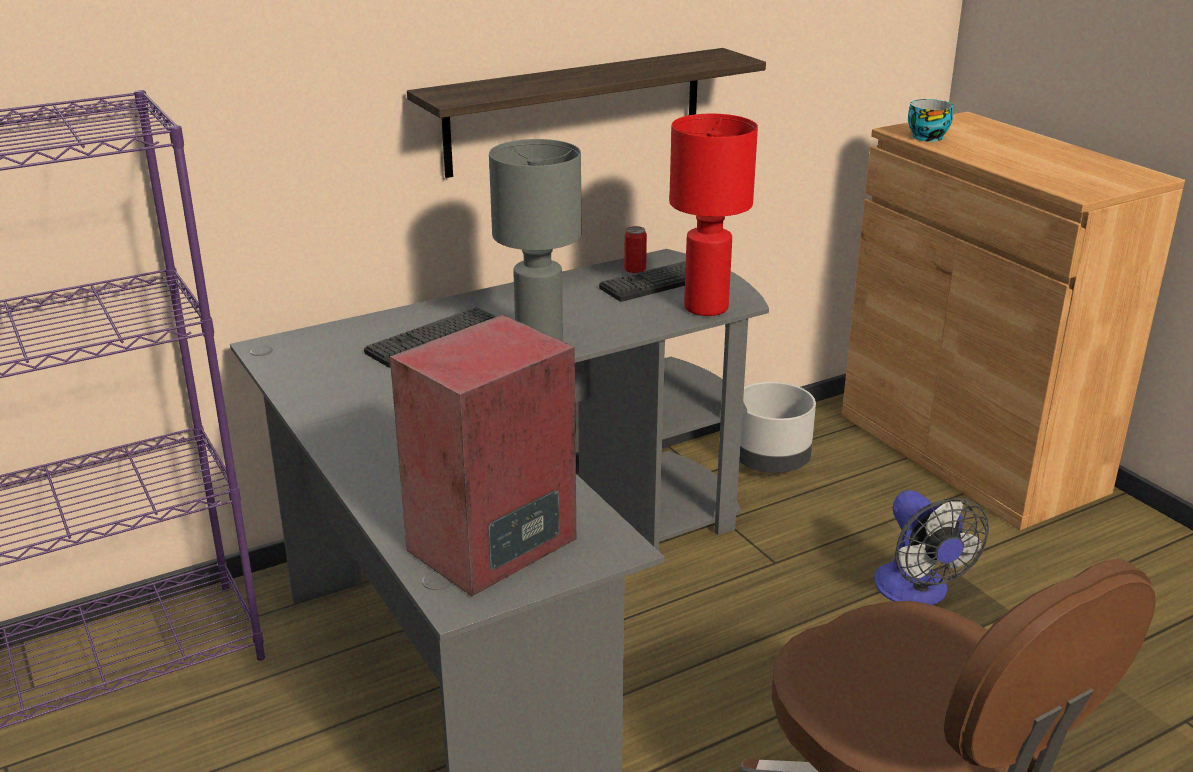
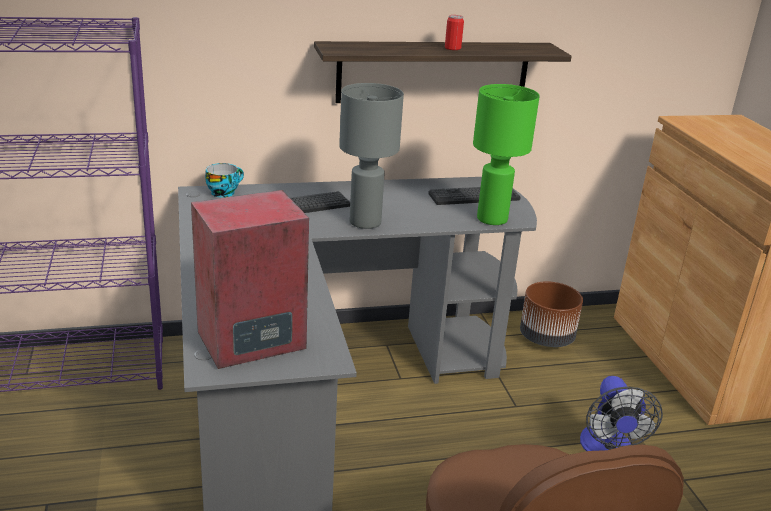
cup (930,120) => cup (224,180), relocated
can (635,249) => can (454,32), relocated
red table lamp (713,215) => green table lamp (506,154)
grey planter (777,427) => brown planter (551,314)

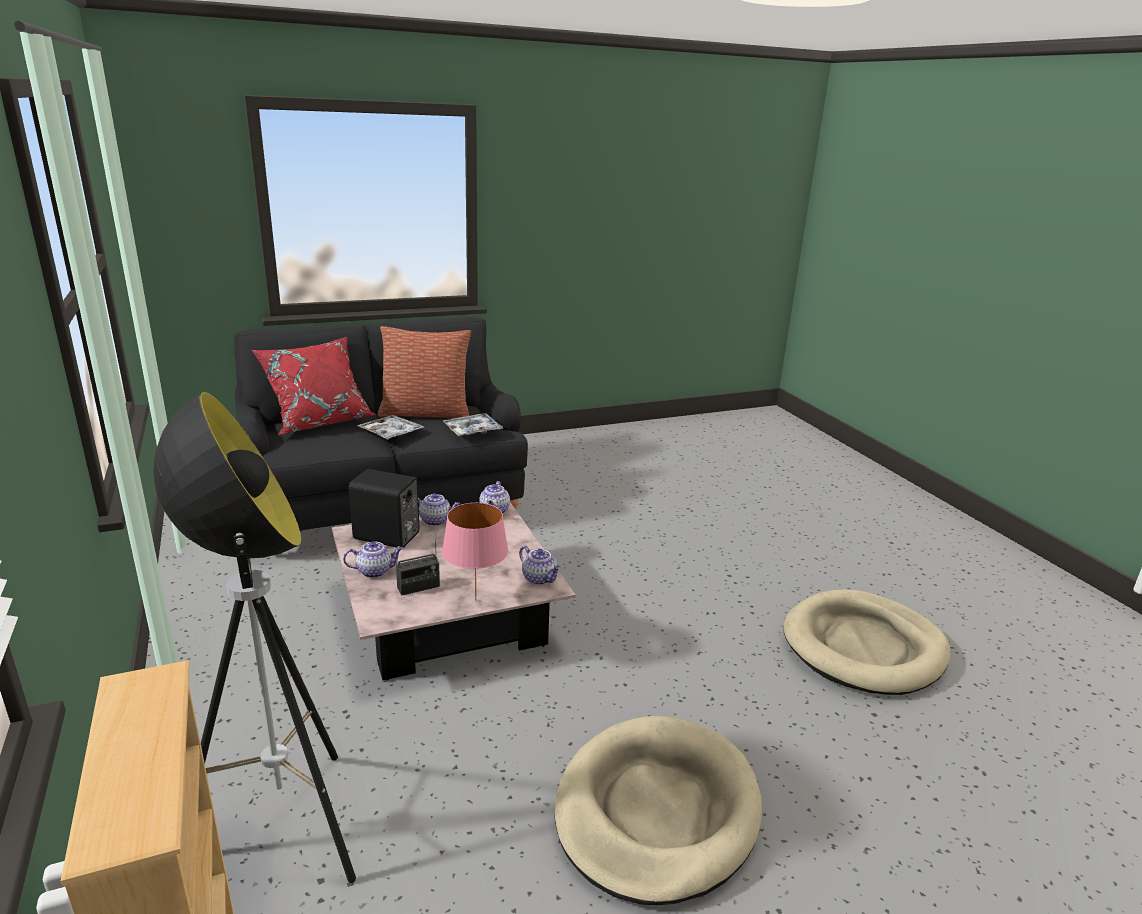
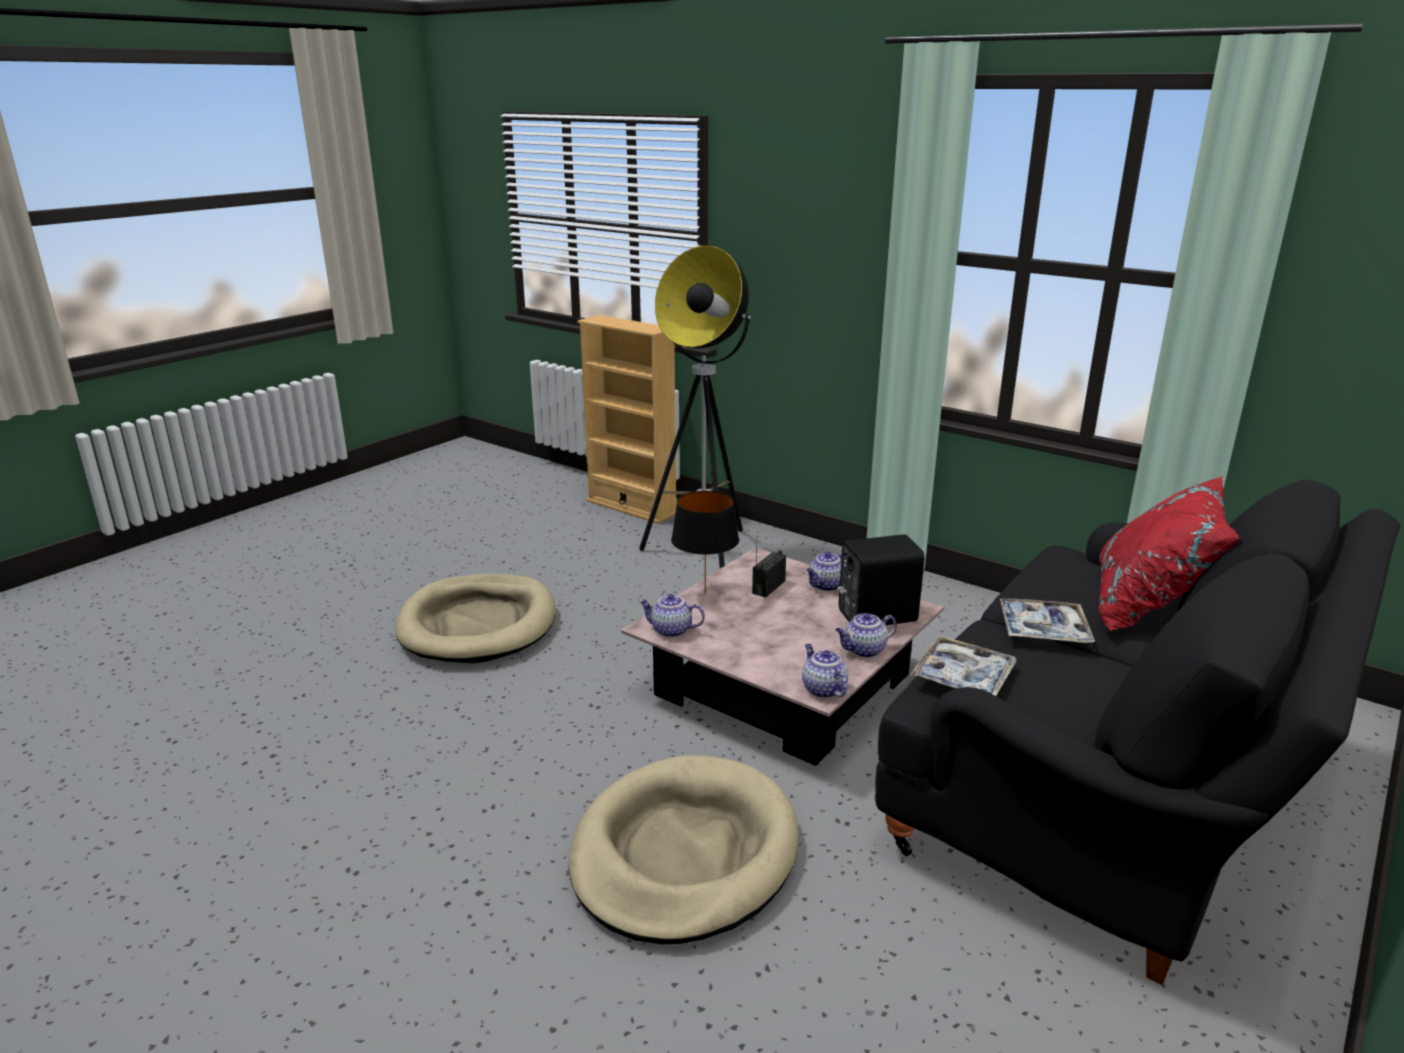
beige dog bed (866,642) => beige dog bed (684,849), relocated
pink table lamp (475,552) => black table lamp (705,542)
pillow (424,372) => nothing

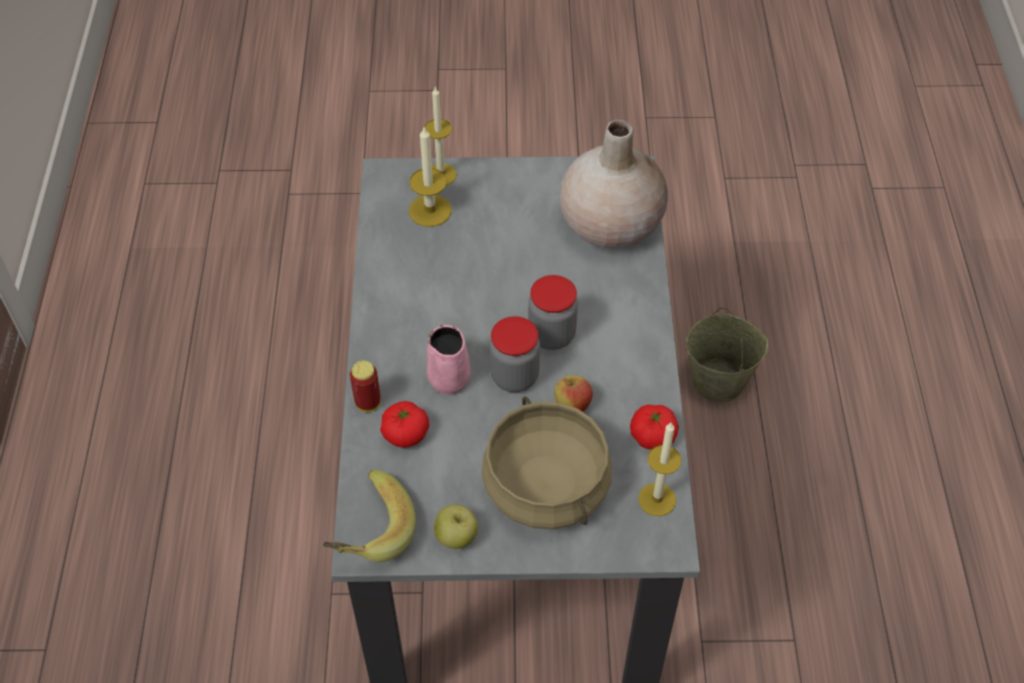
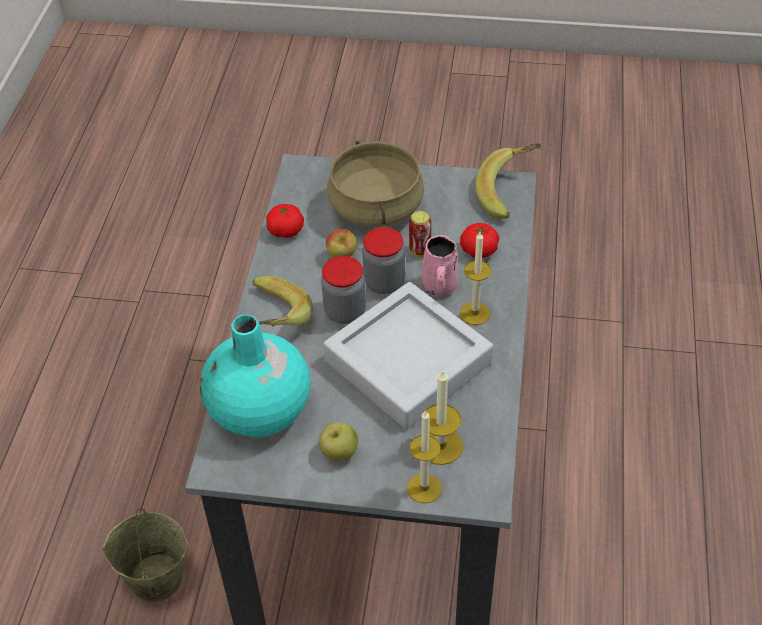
beige vase (613,184) => turquoise vase (255,375)
nothing => banana (283,301)
apple (456,526) => apple (338,441), relocated
nothing => grey tray (408,355)
can (365,386) => can (420,234), relocated
candle (659,469) => candle (475,278), relocated

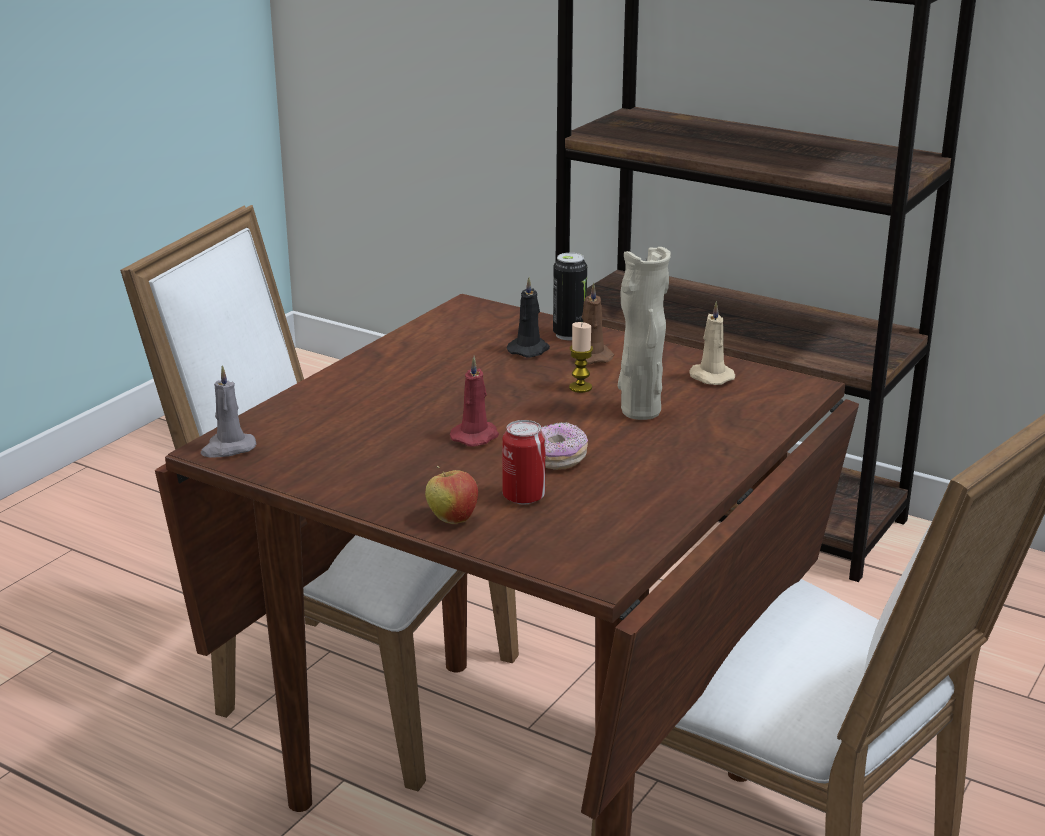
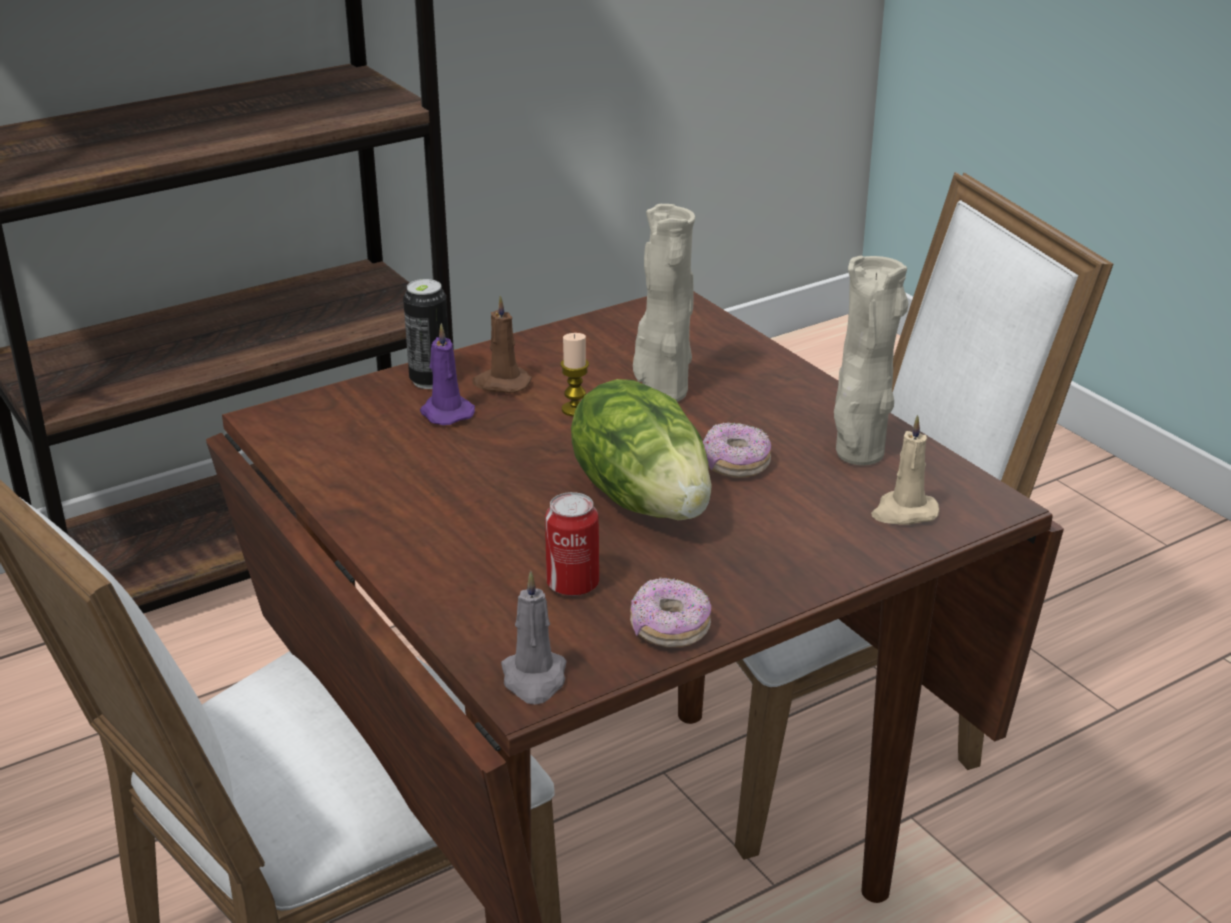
black candle (528,317) => purple candle (447,374)
can (523,462) => can (572,544), relocated
red candle (474,401) => lettuce (641,450)
nothing => donut (670,612)
nothing => beige vase (871,360)
beige candle (712,343) => beige candle (905,470), relocated
apple (451,495) => nothing

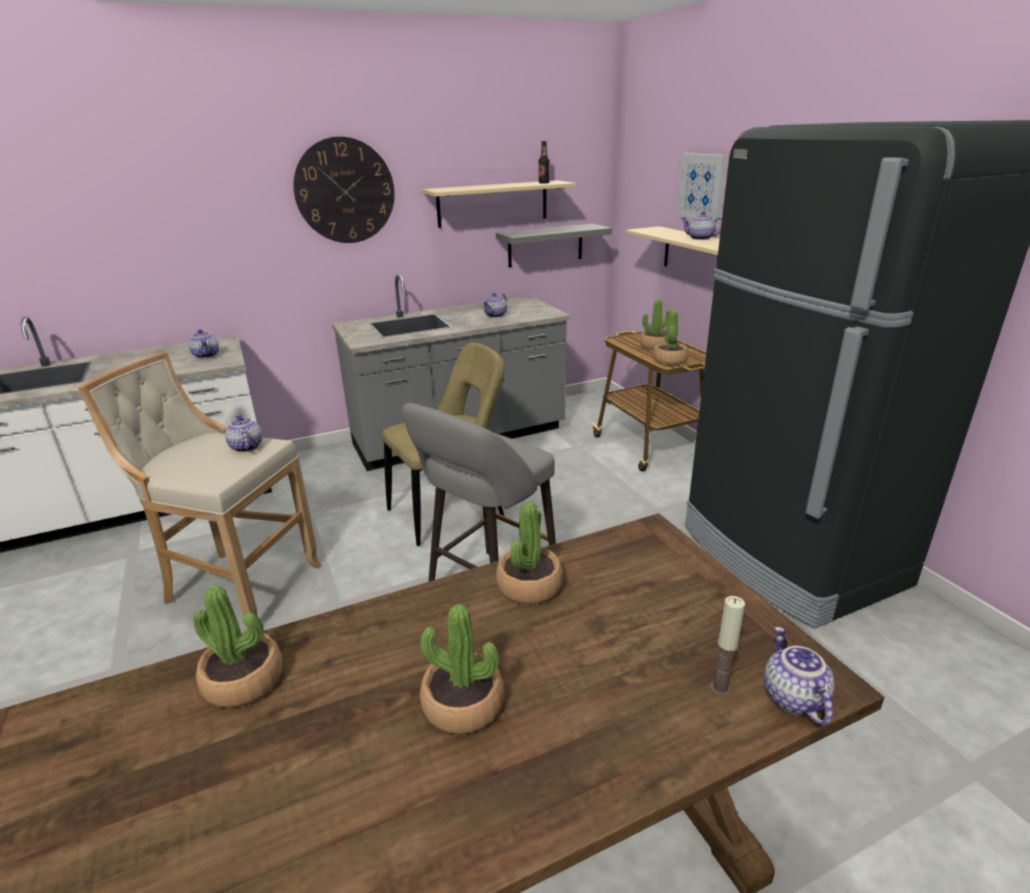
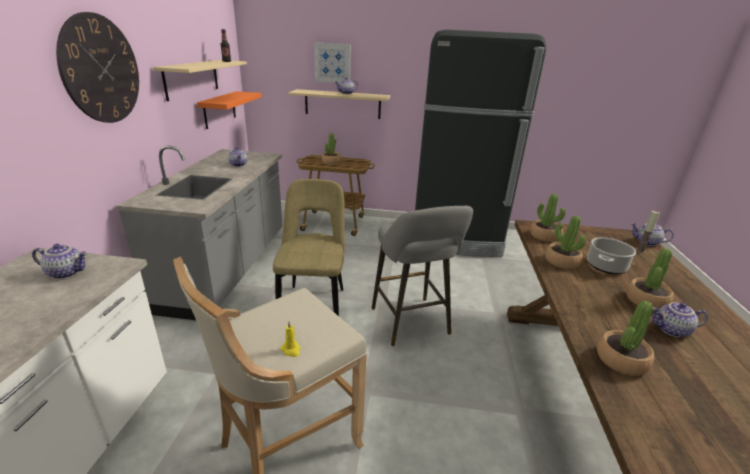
grey shelf (554,245) => orange shelf (229,110)
nothing => yellow candle (290,339)
potted plant (670,337) => potted plant (548,218), relocated
nothing => cooking pot (611,255)
teapot (243,433) => teapot (680,320), relocated

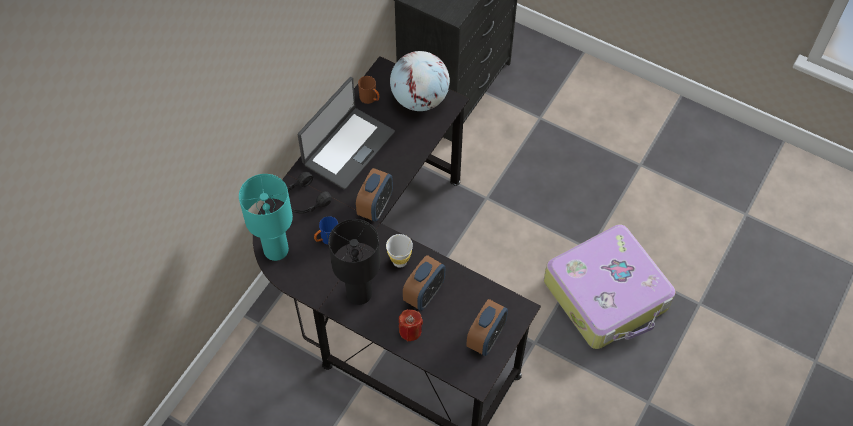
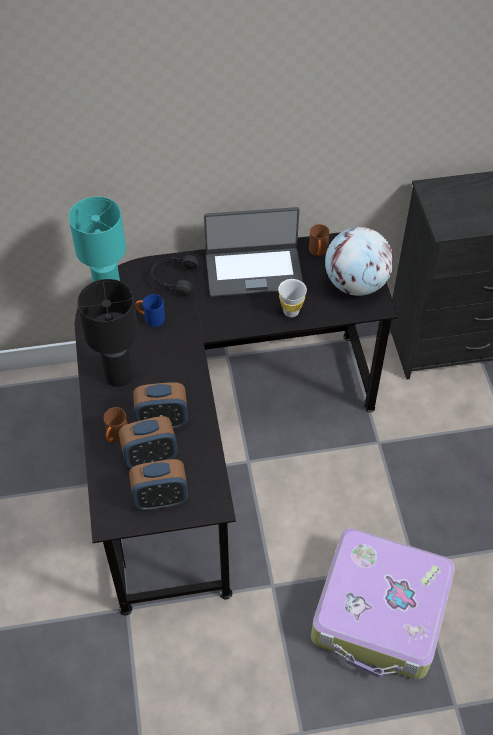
red candle (411,325) => brown mug (116,425)
alarm clock (374,194) => alarm clock (148,442), relocated
white cup (399,251) => white cup (292,298), relocated

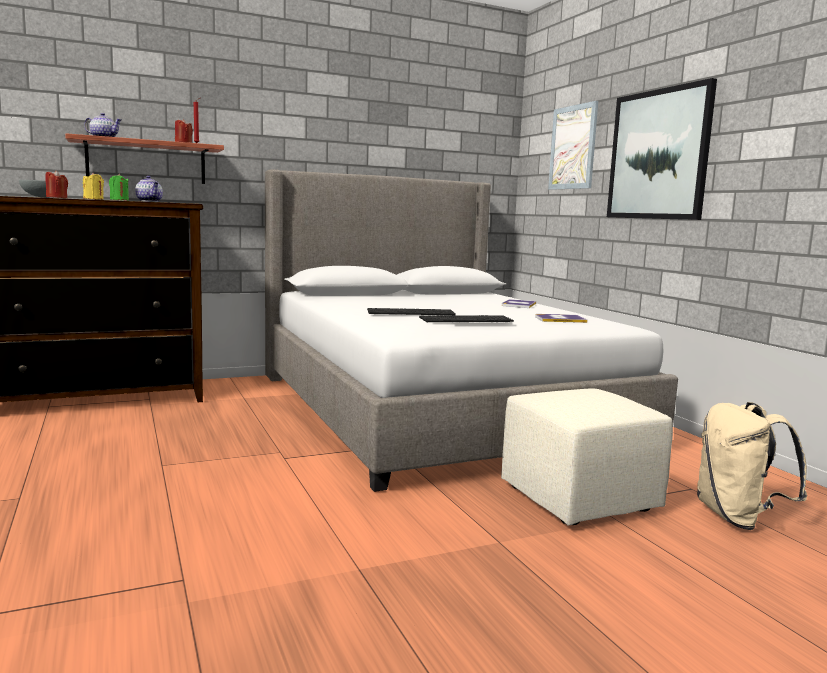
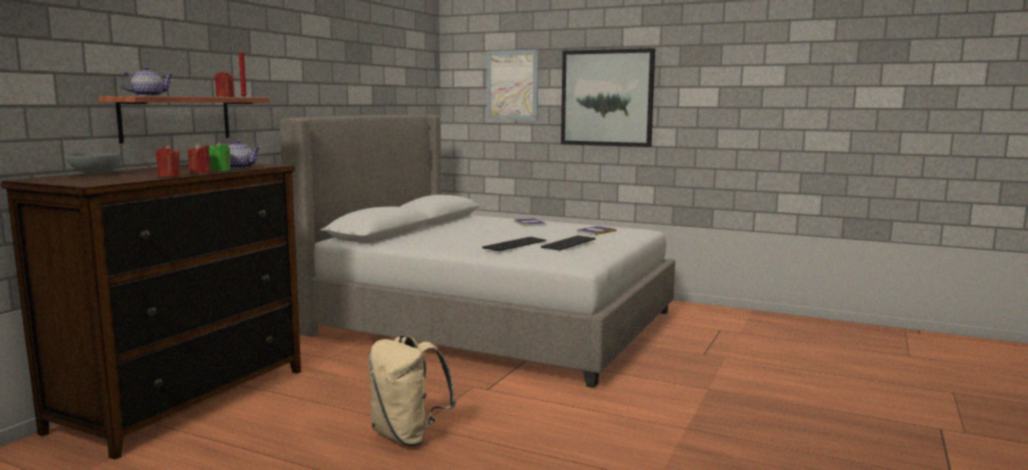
yellow candle (93,186) => red candle (199,158)
beige backpack (752,466) => beige backpack (412,390), relocated
beige ottoman (587,456) => nothing

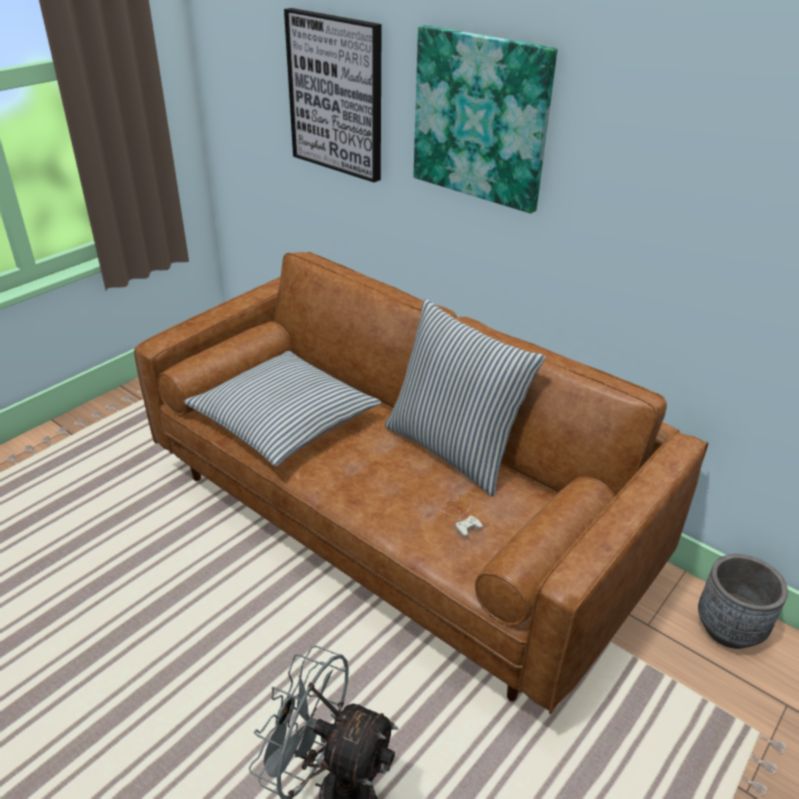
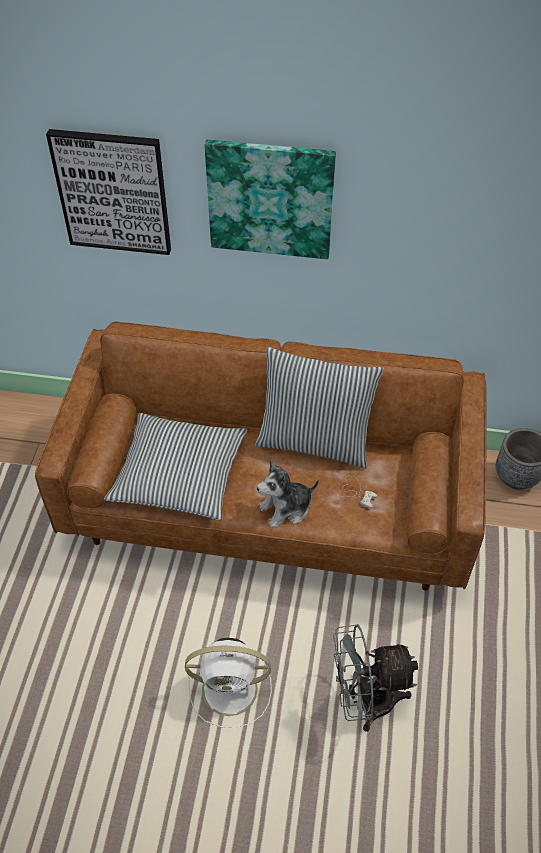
nothing => white fan (228,683)
nothing => plush toy (288,493)

